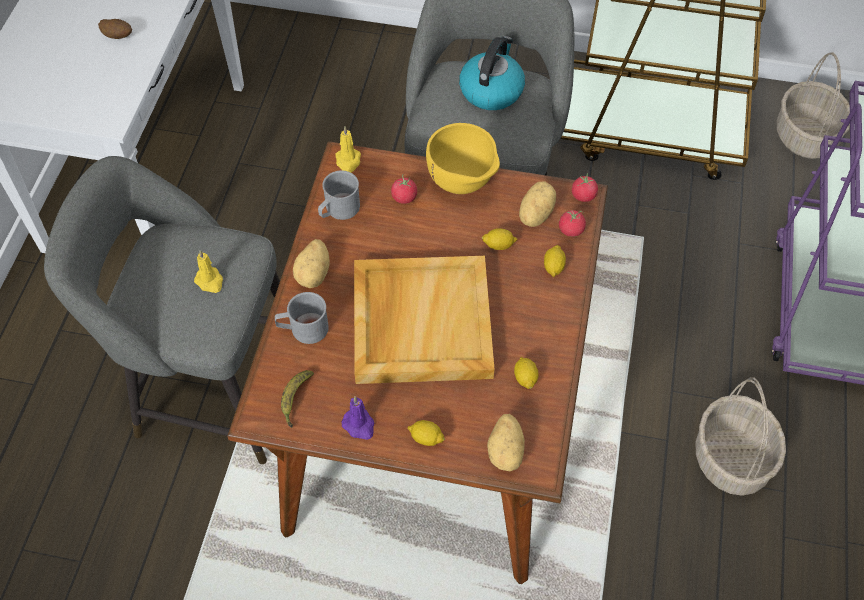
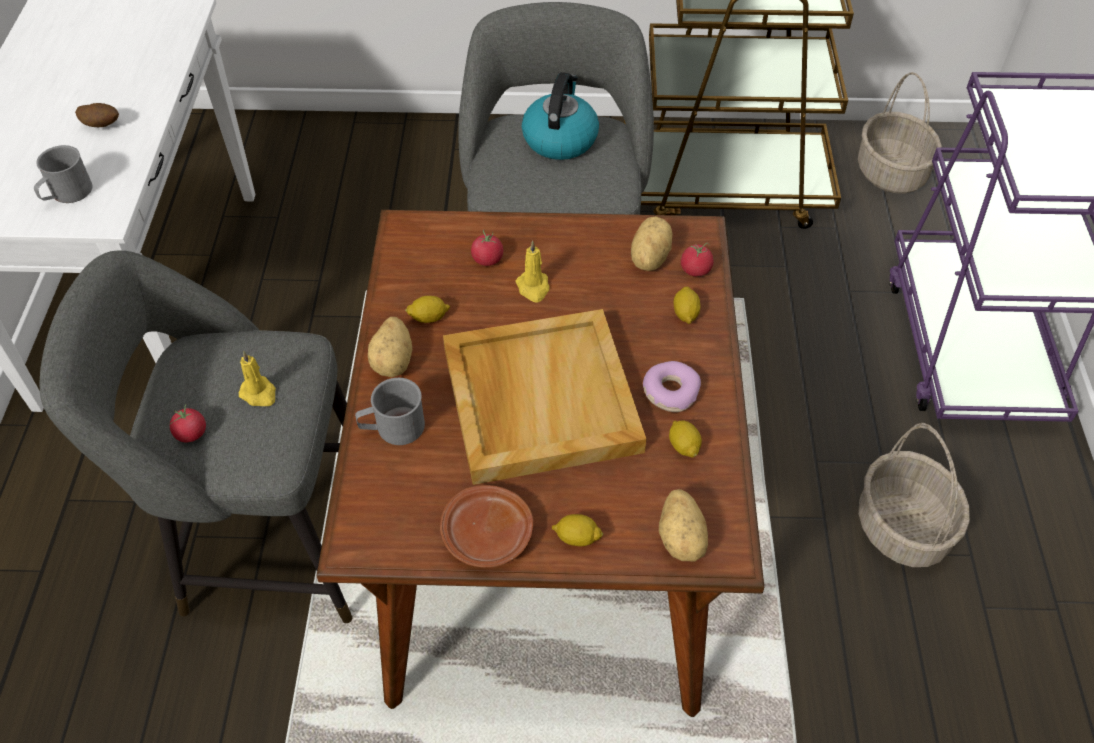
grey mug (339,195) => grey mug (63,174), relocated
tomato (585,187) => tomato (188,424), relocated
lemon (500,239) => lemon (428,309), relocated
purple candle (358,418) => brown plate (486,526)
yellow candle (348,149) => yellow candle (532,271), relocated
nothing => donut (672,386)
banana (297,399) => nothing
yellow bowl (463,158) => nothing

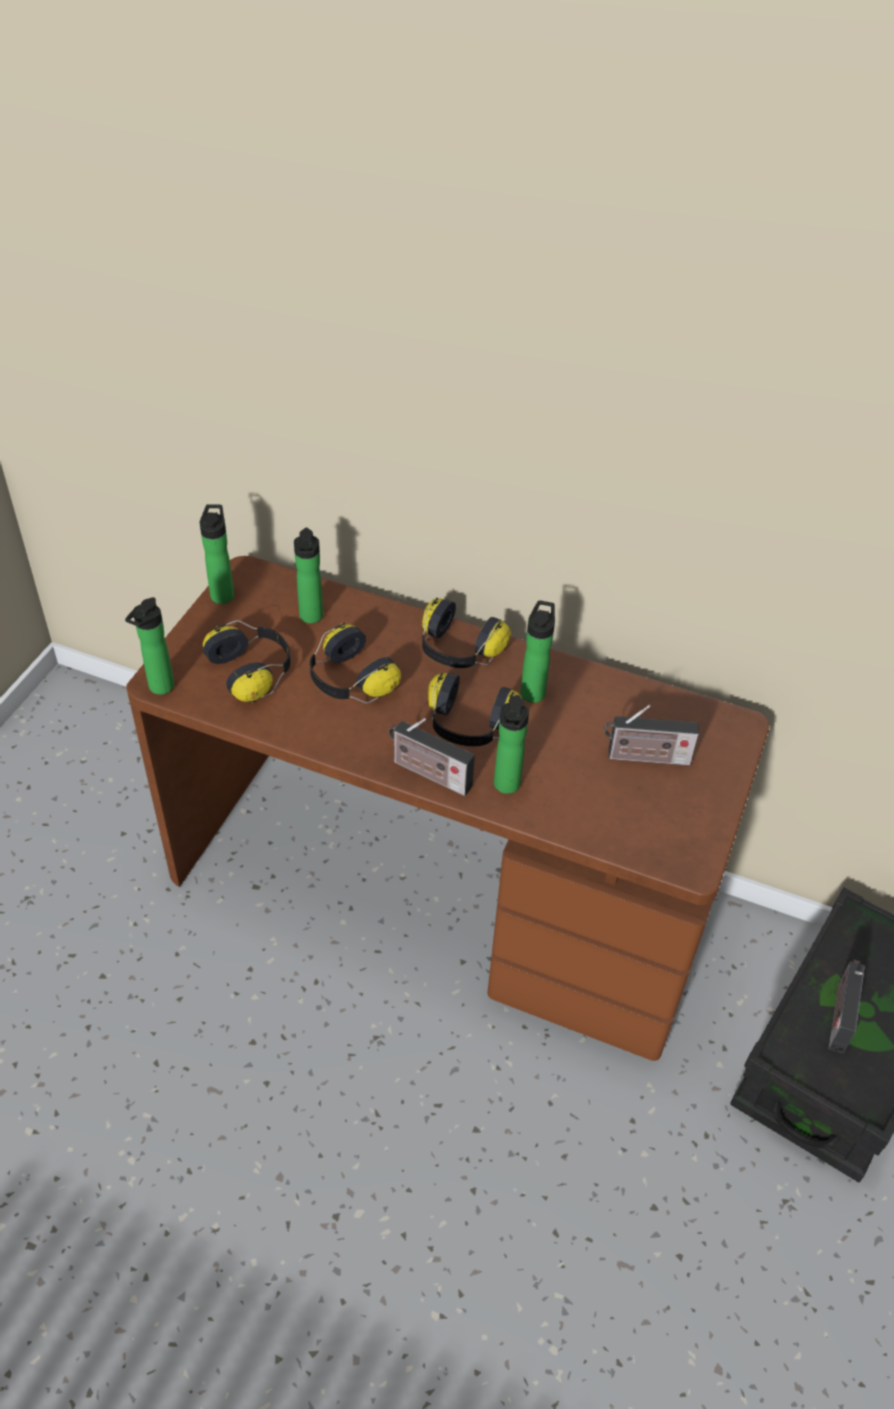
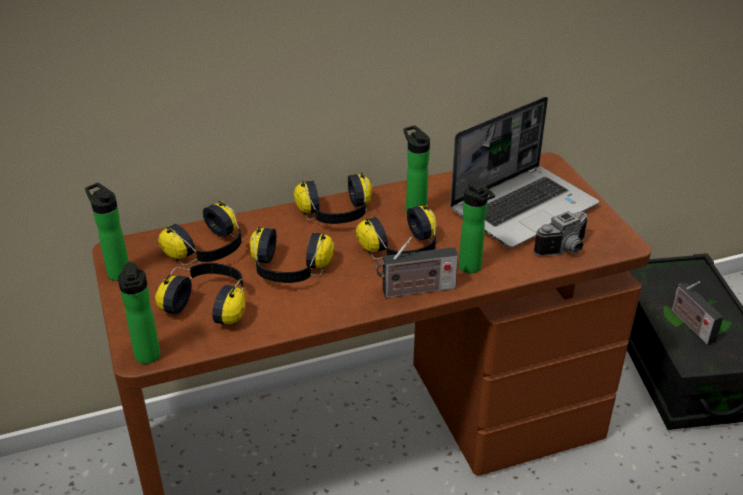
bottle (308,575) => headphones (200,233)
radio (651,735) => laptop (524,172)
nothing => photo camera (561,233)

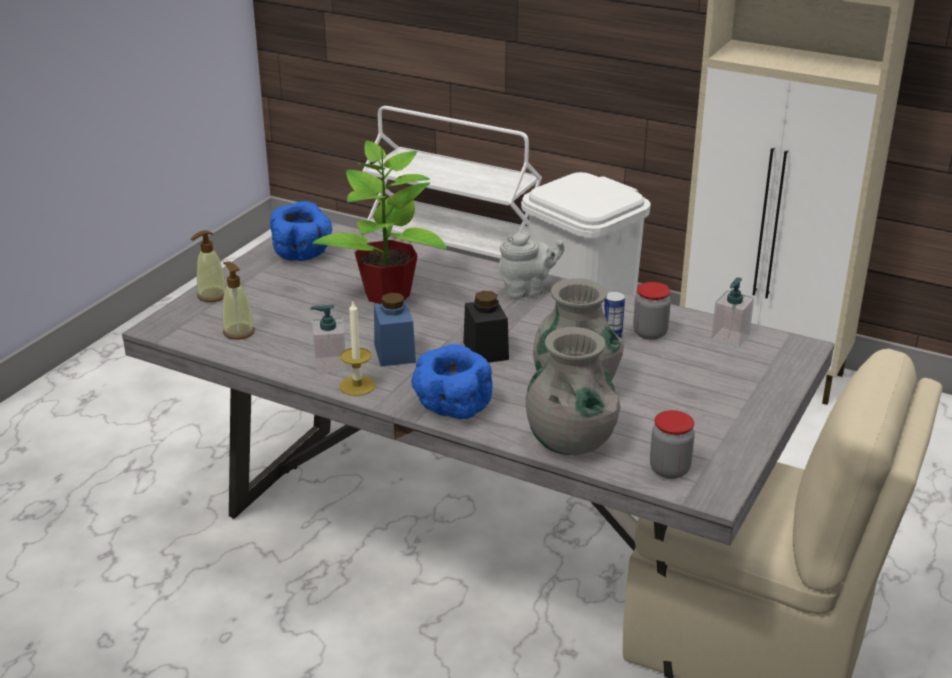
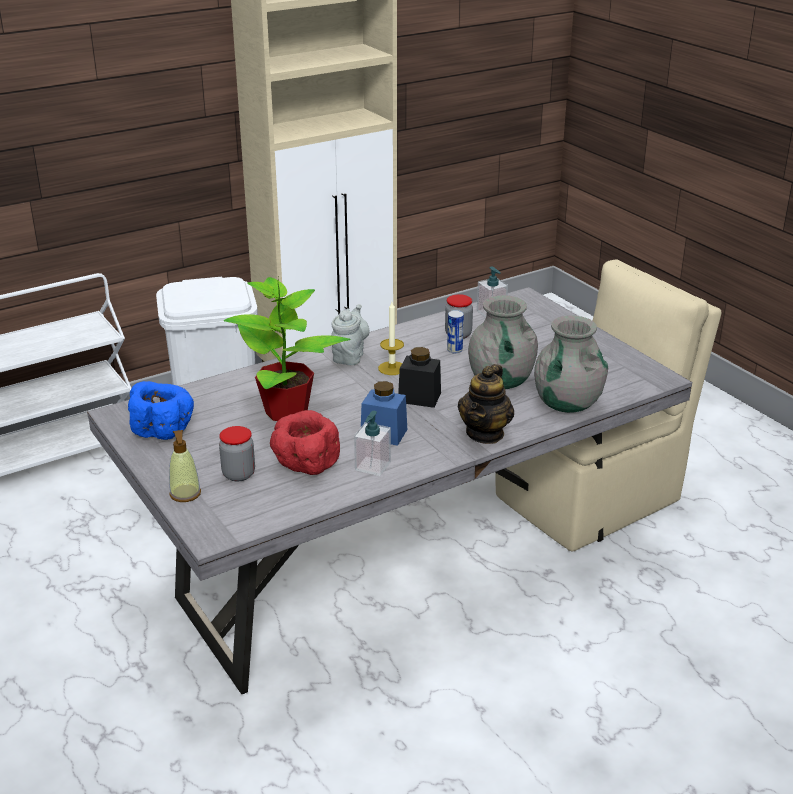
jar (672,444) => jar (237,454), relocated
nothing => red bowl (305,442)
candle (357,349) => candle (391,338), relocated
blue bowl (451,381) => teapot (486,404)
soap dispenser (239,300) => nothing

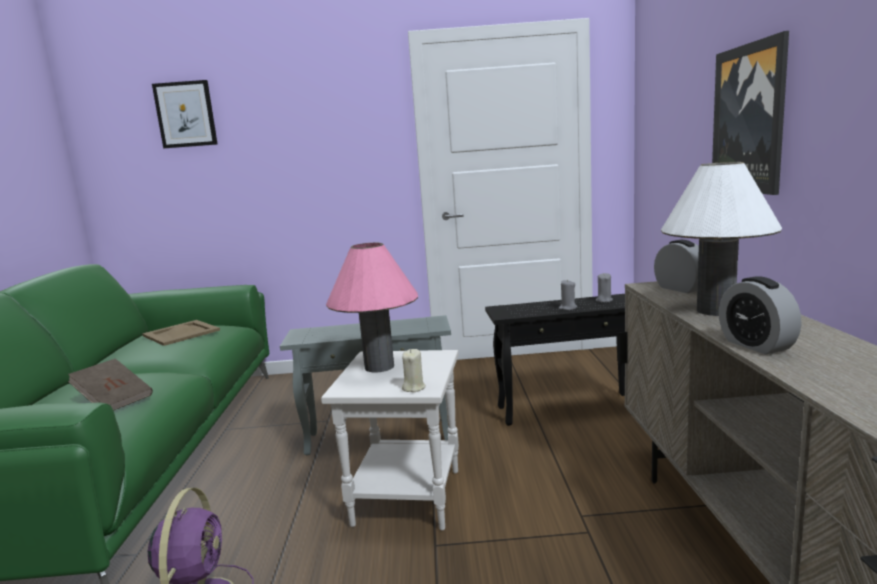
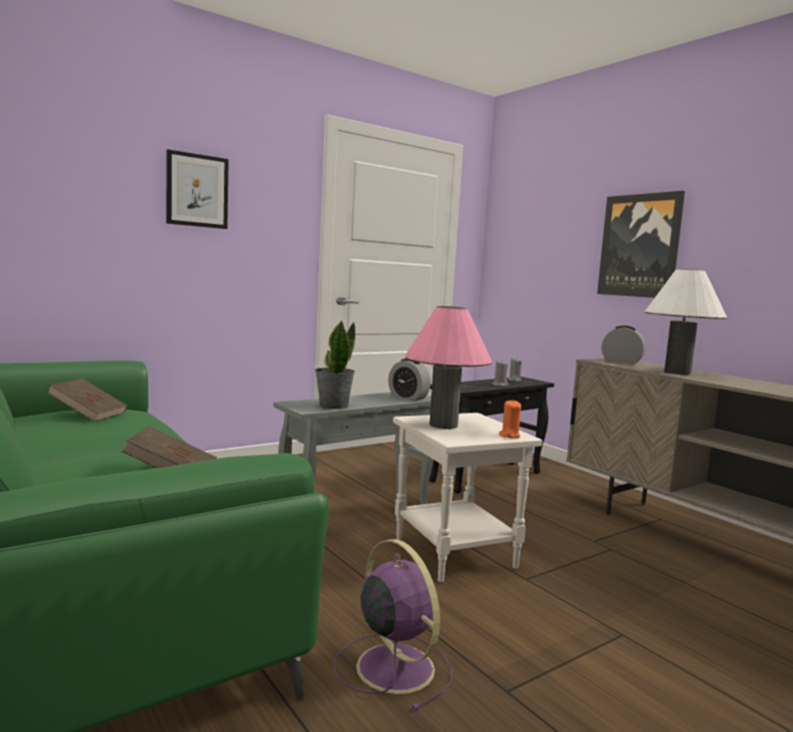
beige tray (181,333) => brown book (87,400)
picture (185,114) => picture (197,189), relocated
nothing => potted plant (335,364)
alarm clock (760,315) => alarm clock (409,380), relocated
beige candle (414,370) => orange candle (510,419)

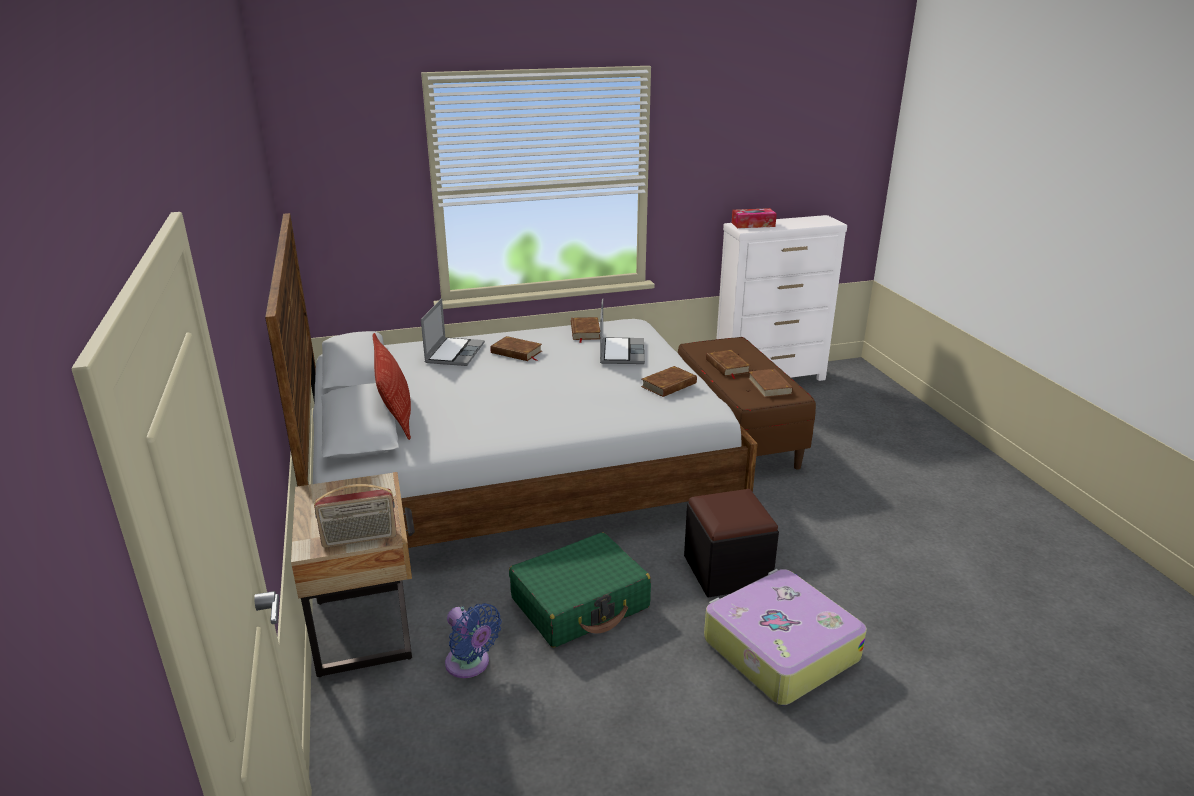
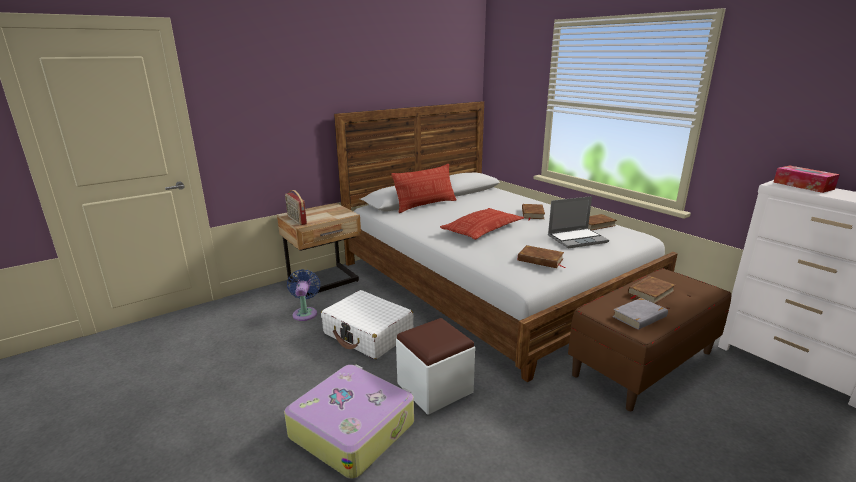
blue fan (473,640) => blue fan (303,295), 150 degrees clockwise
green suitcase (580,590) => white suitcase (367,324)
black ottoman (731,543) => white ottoman (435,366)
nothing => pillow (482,224)
brown book (770,383) => grey book (640,314)
laptop (453,332) => nothing

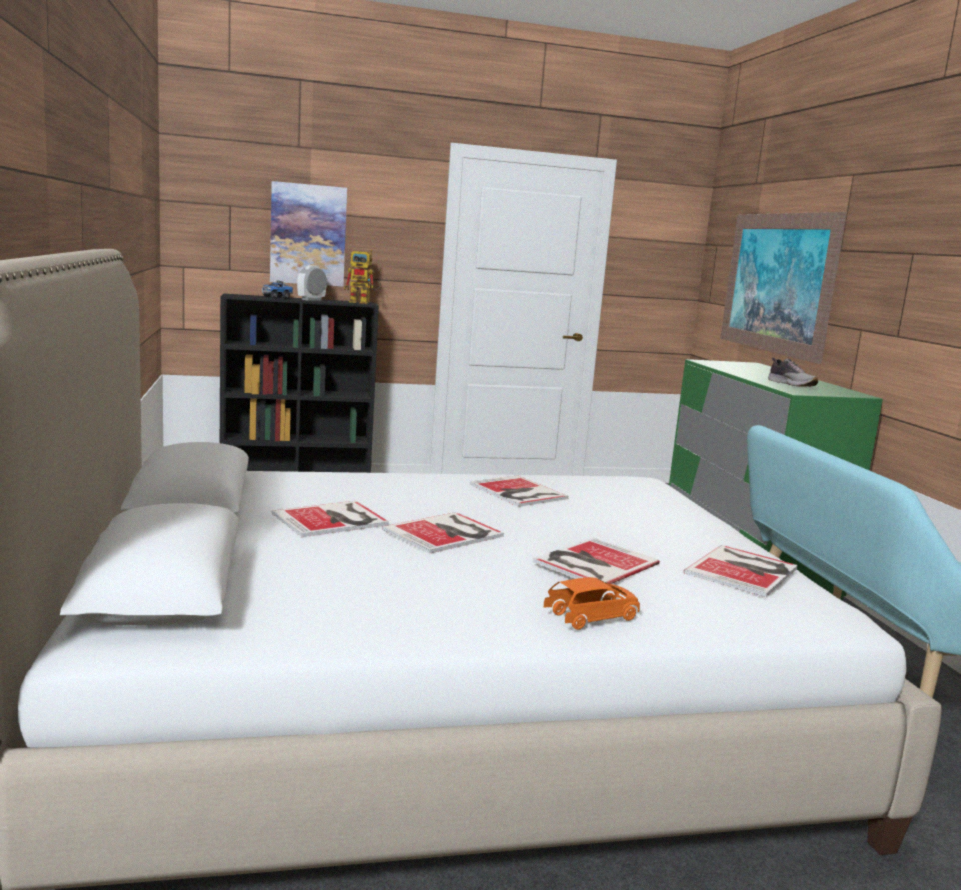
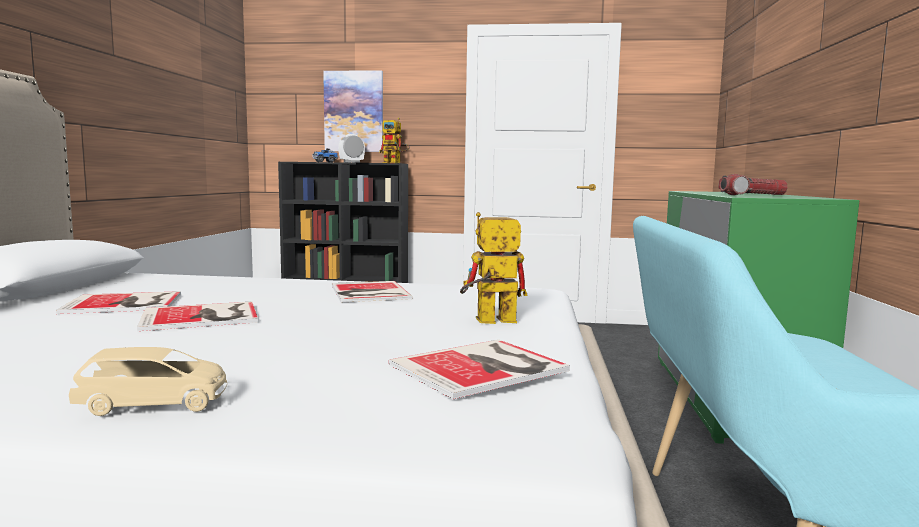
orange toy car (592,603) => beige toy car (148,381)
nothing => toy robot (493,268)
shoe (793,372) => flashlight (753,184)
book (596,561) => nothing
picture (783,288) => nothing

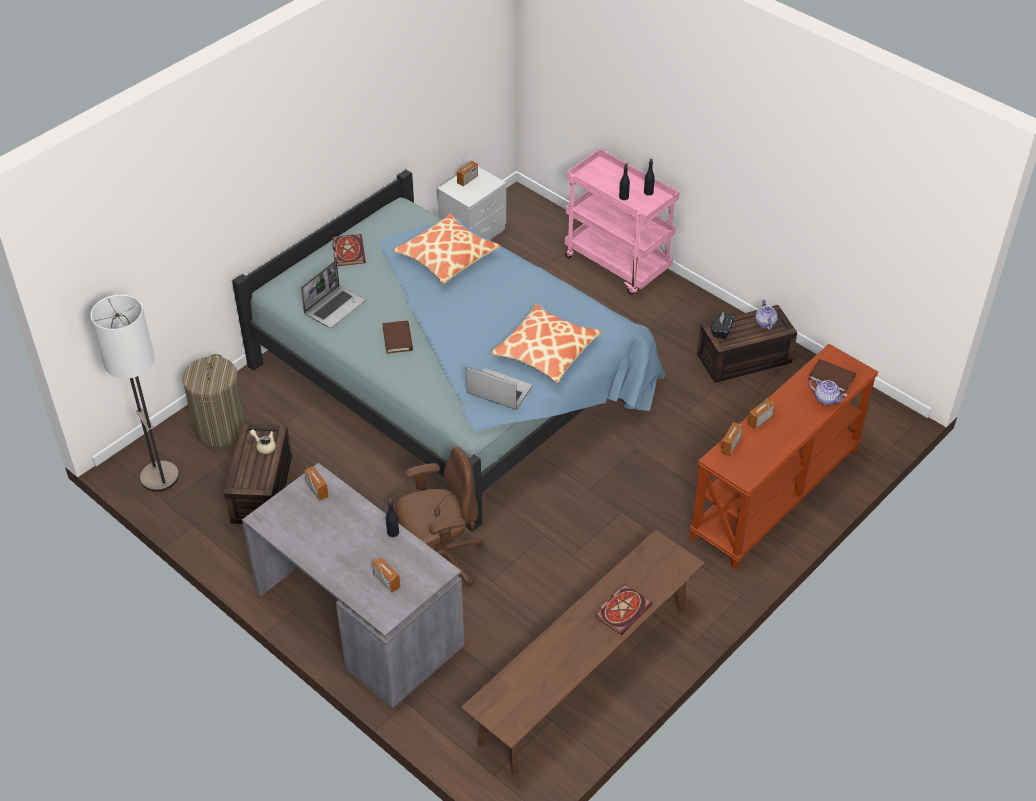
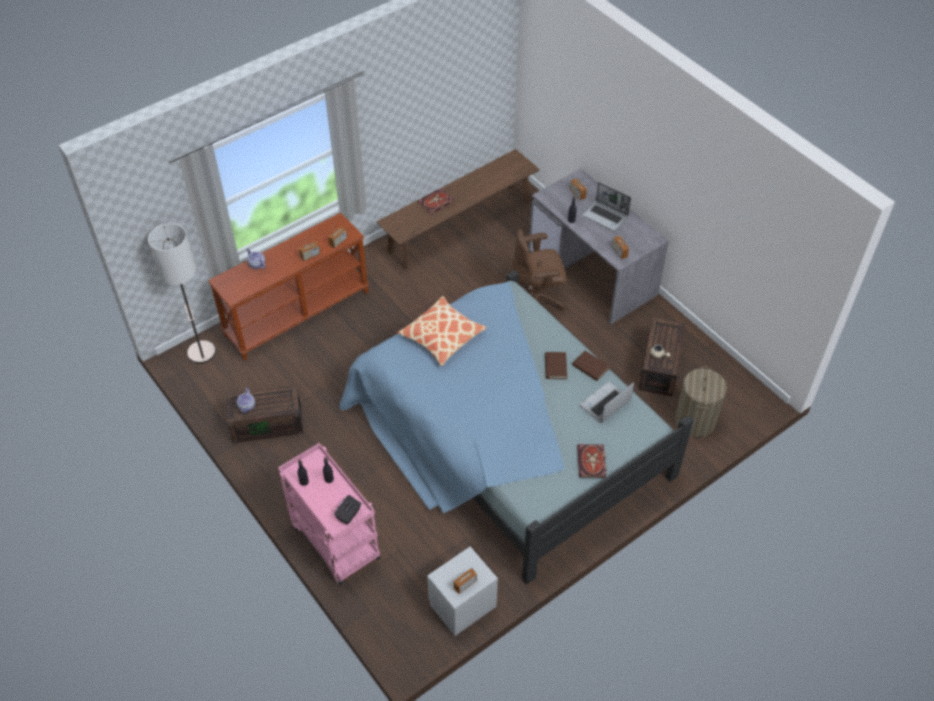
floor lamp (134,393) => floor lamp (182,293), relocated
black tissue box (723,325) => black tissue box (347,509), relocated
brown book (832,376) => brown book (590,366), relocated
laptop (499,388) => laptop (607,206), relocated
pillow (447,249) => nothing

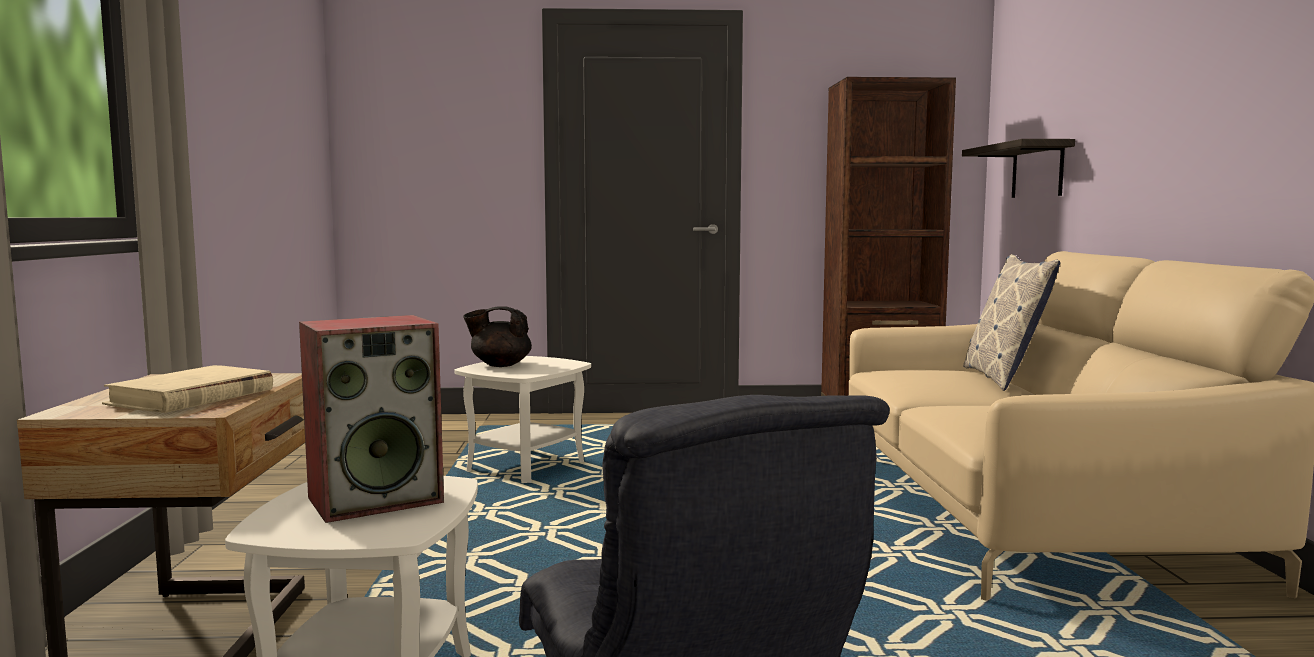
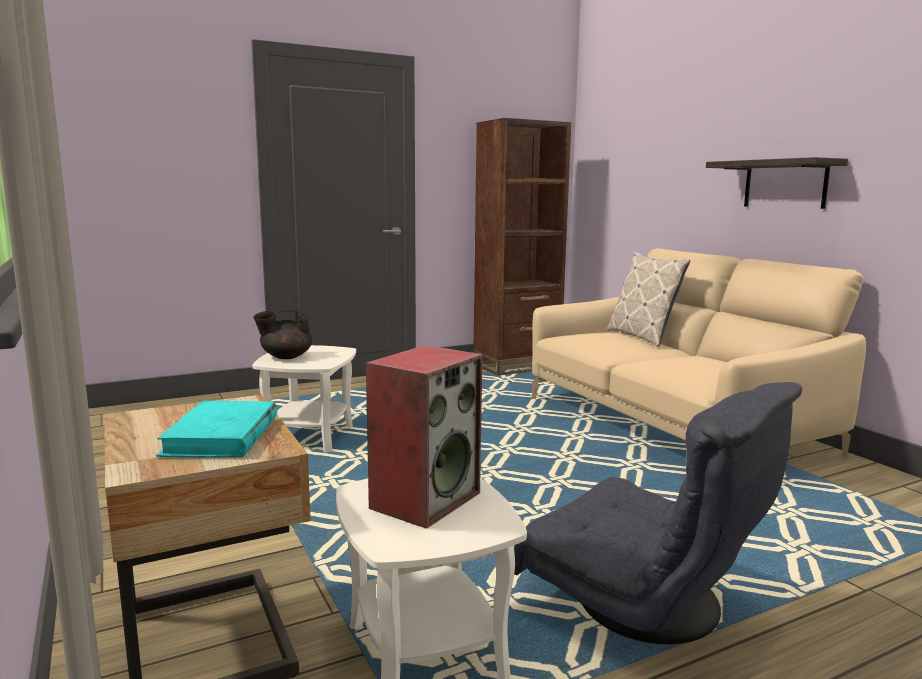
beige book (187,389) => turquoise book (217,429)
shelf (1018,168) => shelf (777,183), relocated

